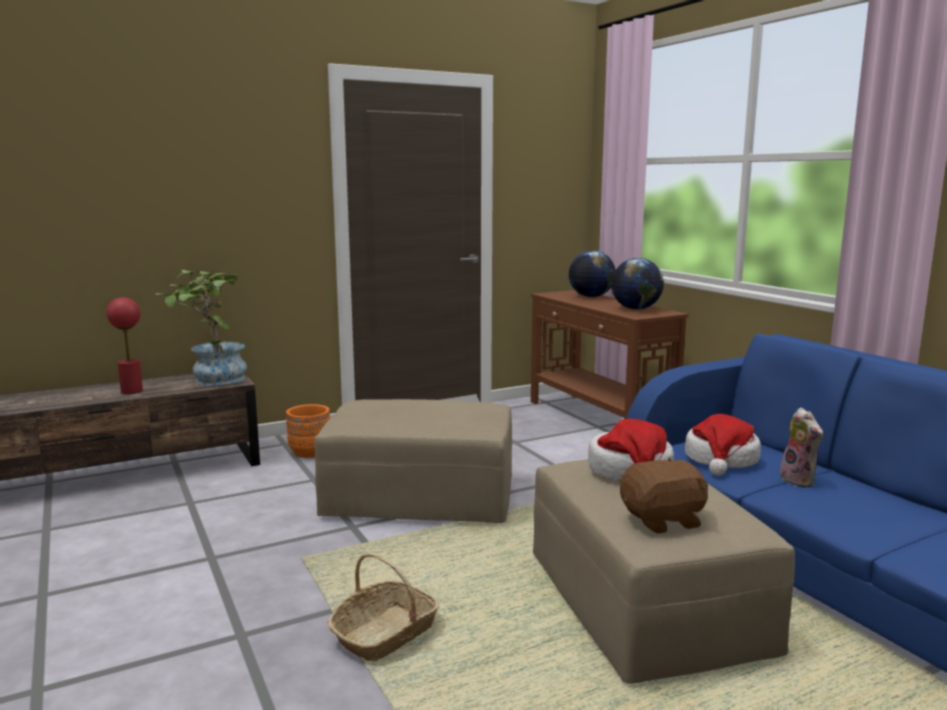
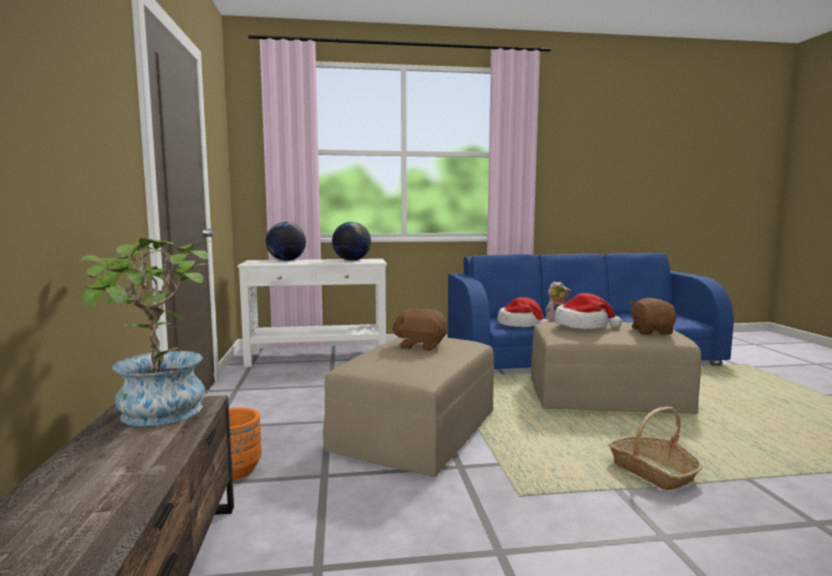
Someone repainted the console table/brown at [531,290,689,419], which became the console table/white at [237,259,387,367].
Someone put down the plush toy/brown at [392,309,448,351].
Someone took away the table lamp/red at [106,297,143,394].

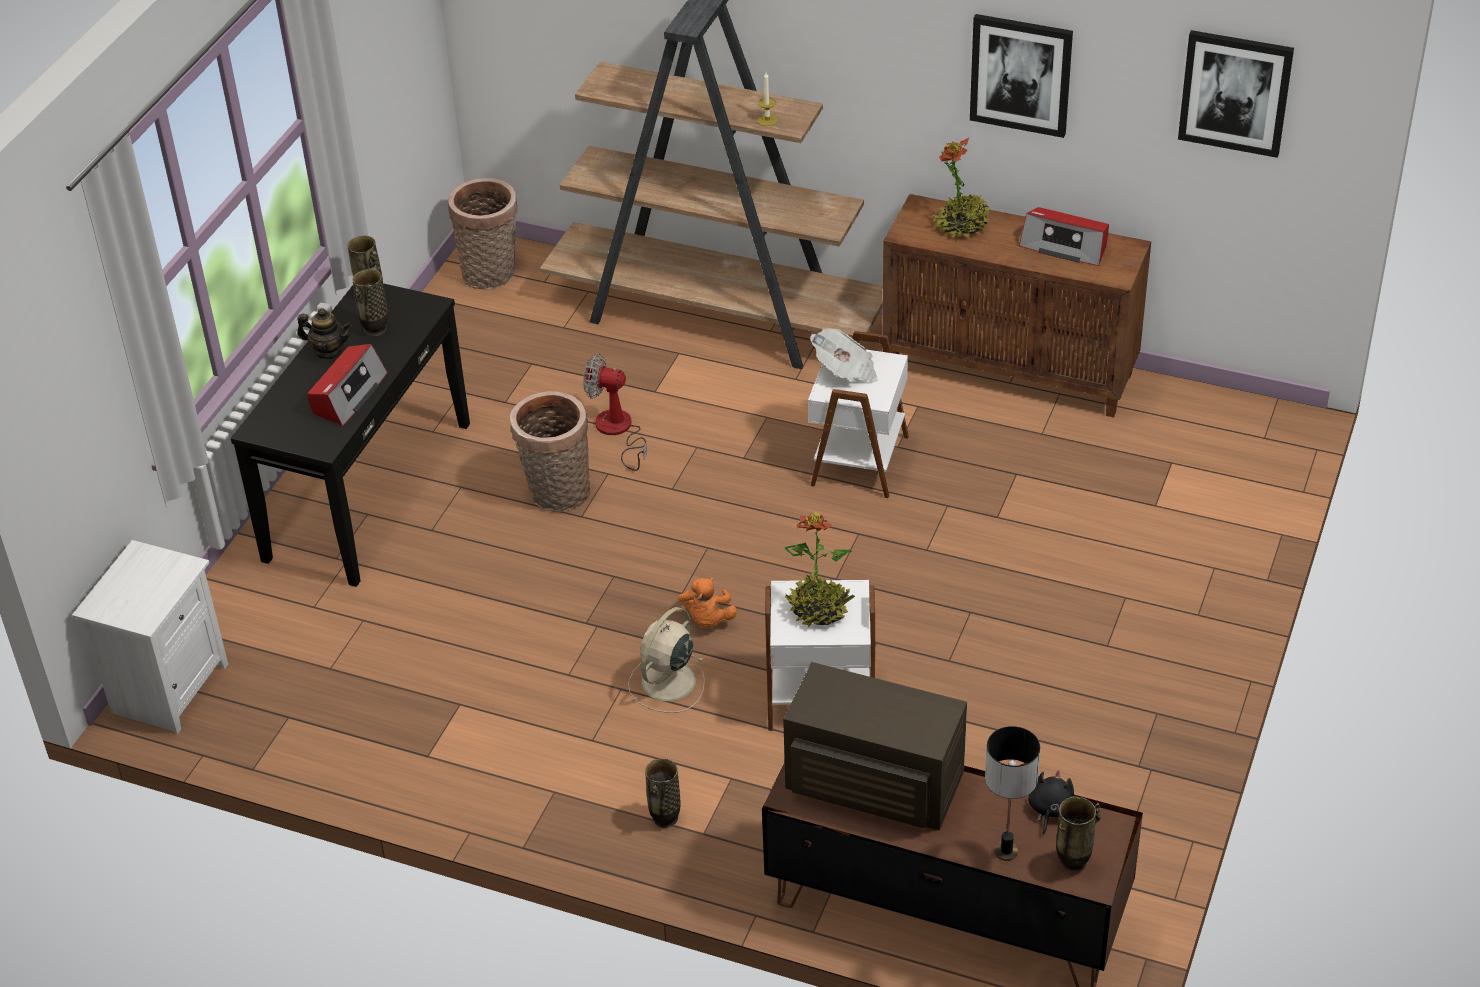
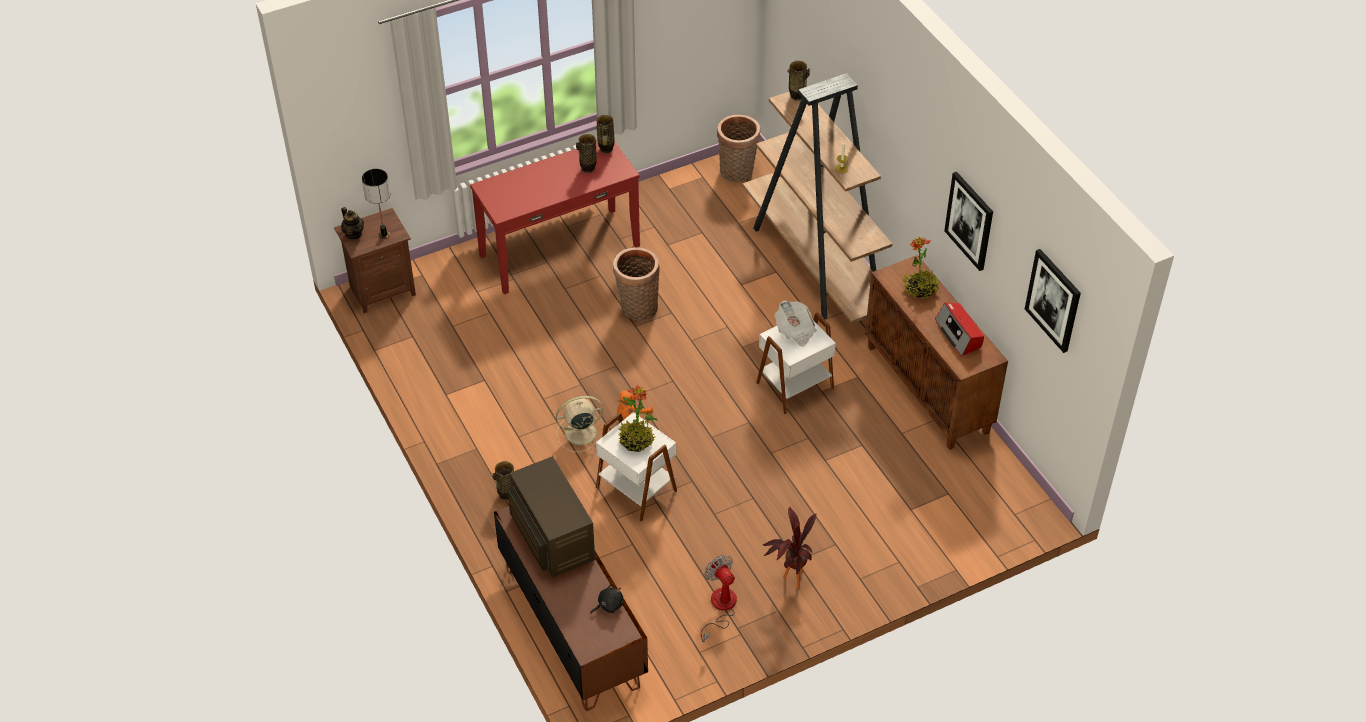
Someone repainted the nightstand/white at [72,540,228,734], which became the nightstand/brown at [334,208,416,313].
Someone carried the teapot from [297,308,352,359] to [341,207,364,239].
Someone carried the table lamp from [985,726,1040,861] to [362,169,390,239].
Someone repainted the console table/black at [231,283,470,587], which became the console table/red at [470,141,640,294].
Someone carried the fan from [583,354,647,471] to [701,555,737,642].
Someone put down the potted plant at [763,507,817,588].
Someone carried the vase from [1056,796,1101,871] to [787,61,810,101].
Someone took away the radio at [308,344,388,426].

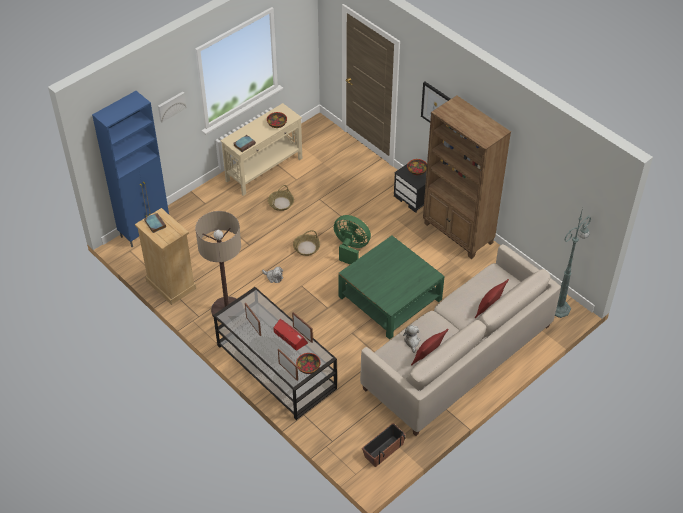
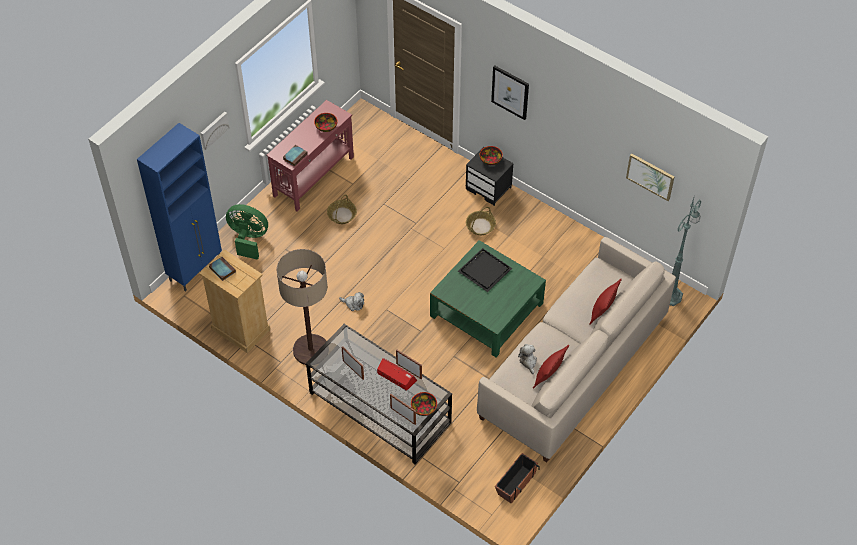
Someone carried the fan/green from [334,215,371,264] to [226,204,268,260].
Someone repainted the console table/beige at [220,103,302,196], which became the console table/red at [266,100,354,211].
Someone put down the tray/black at [458,248,512,292].
Someone carried the basket from [293,230,320,256] to [466,207,496,235].
Someone put up the picture at [626,153,674,201].
Someone took away the bookcase/brown at [423,95,511,259].

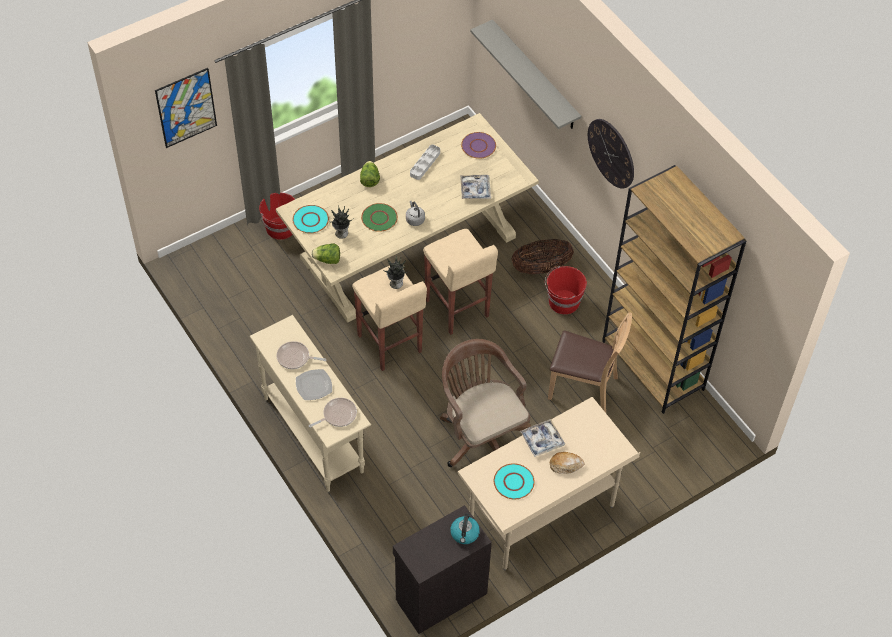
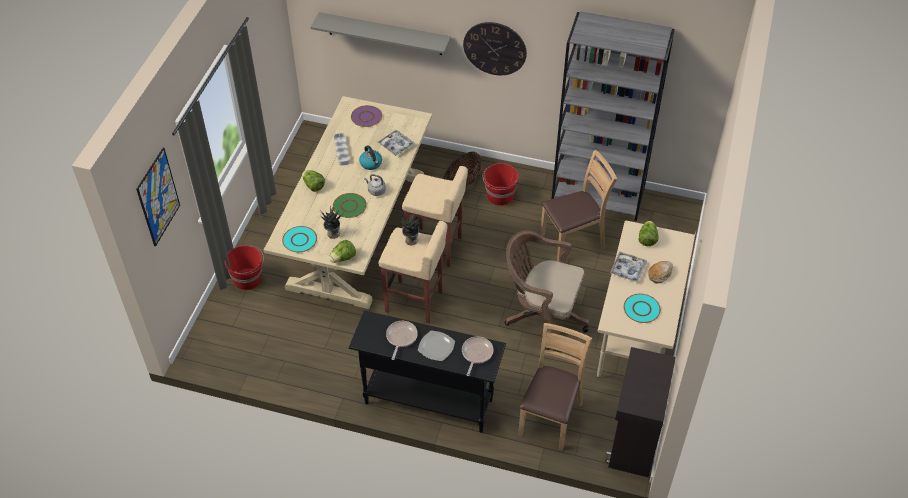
Someone repainted the console table/beige at [250,315,371,492], which became the console table/black at [349,310,506,433].
Someone carried the kettle from [450,514,480,544] to [359,145,382,170].
Someone rotated the frying pan at [277,341,326,369] by 135 degrees clockwise.
Someone put down the chair/brown at [518,323,592,450].
Someone repainted the bookcase/brown at [602,165,746,414], which became the bookcase/grey at [551,11,675,221].
Someone put down the lettuce at [639,221,659,246].

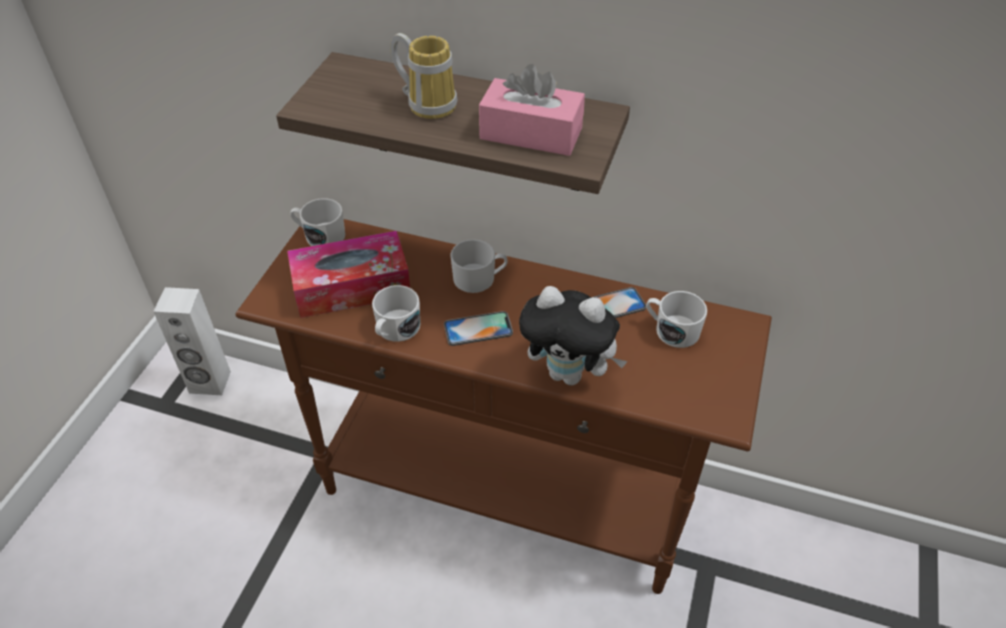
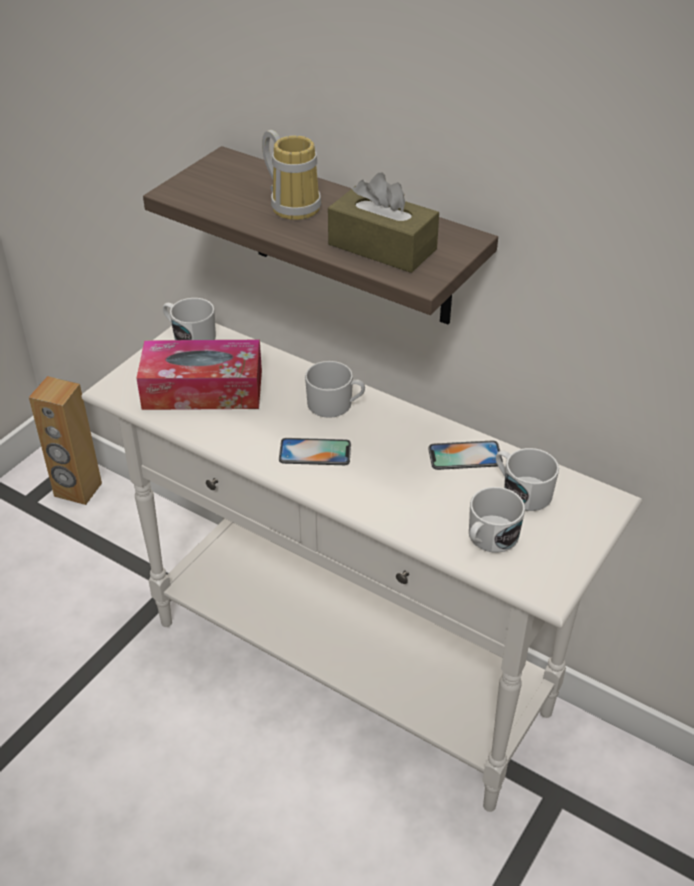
Someone repainted the speaker/white at [153,287,231,395], which became the speaker/brown at [29,376,102,505].
Someone repainted the console table/brown at [235,219,772,594], which became the console table/white at [81,323,642,812].
Someone repainted the tissue box/pink at [479,64,585,156], which became the tissue box/brown at [328,173,439,273].
Someone carried the mug/white from [372,285,420,342] to [469,487,525,553].
Someone took away the plush toy at [519,286,628,385].

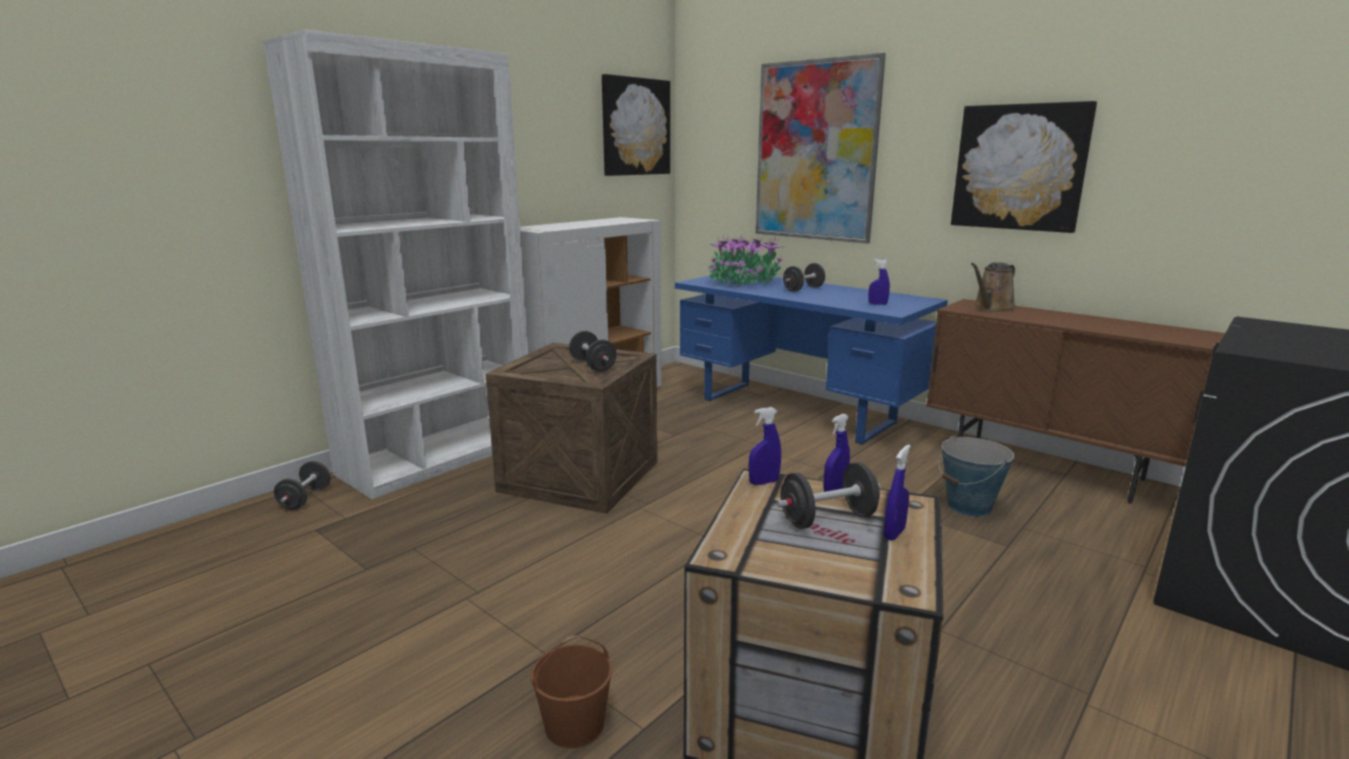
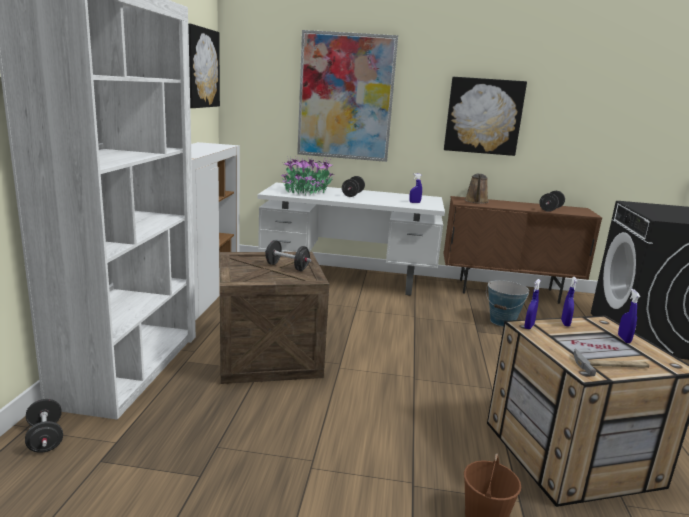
Someone repainted the desk/blue at [675,275,948,445], which became the desk/white at [258,182,445,296].
Someone carried the dumbbell/black from [777,462,881,529] to [539,191,565,212].
Someone put down the hammer at [573,349,649,376].

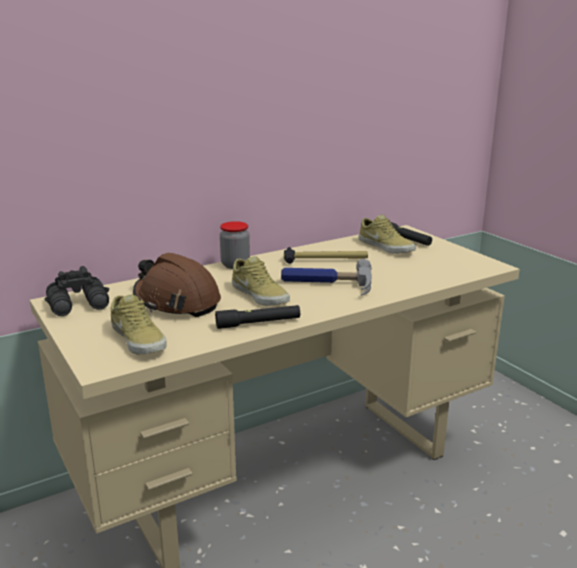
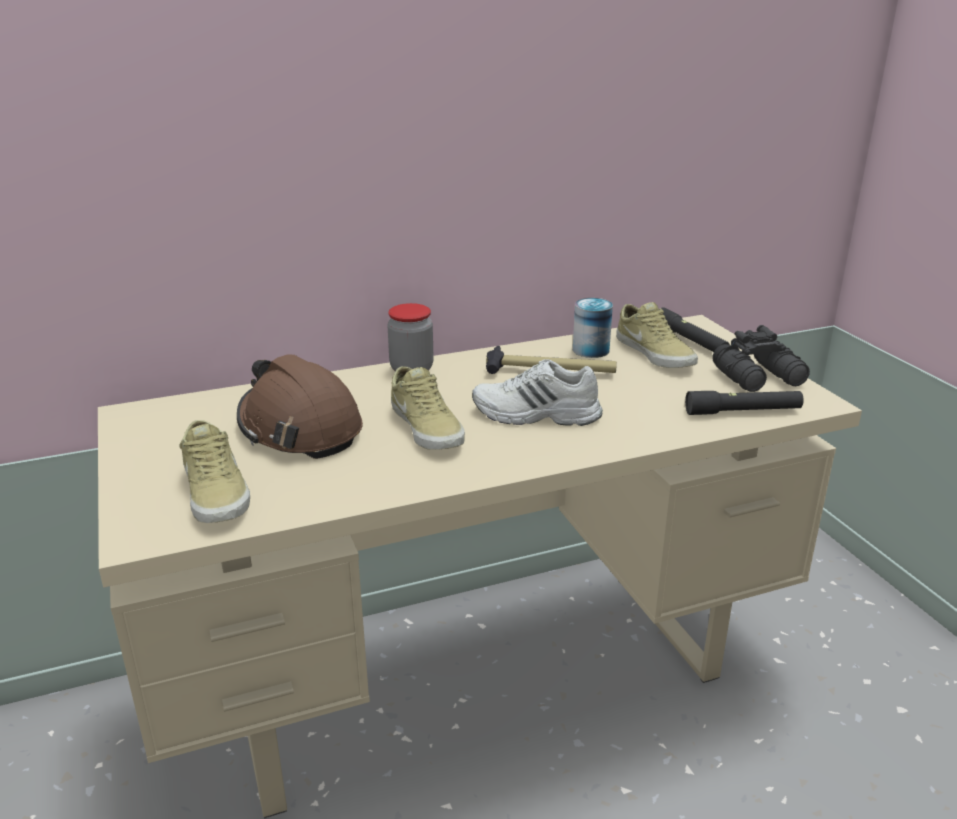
Someone swapped the hammer at [281,259,372,296] for the shoe/white at [472,359,603,426].
Someone put down the can at [573,298,613,358].
Someone carried the flashlight/black from [215,305,300,329] to [685,391,804,415].
Someone carried the binoculars/black from [45,266,109,316] to [712,325,810,392].

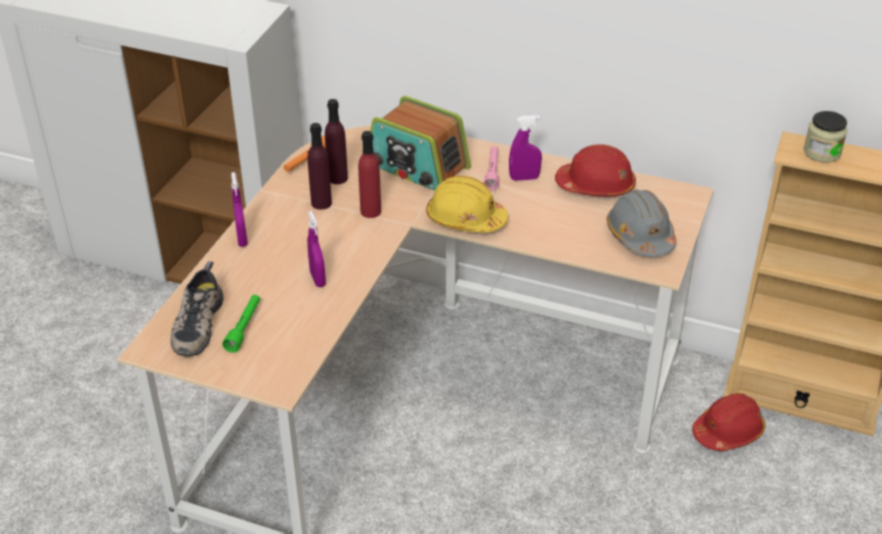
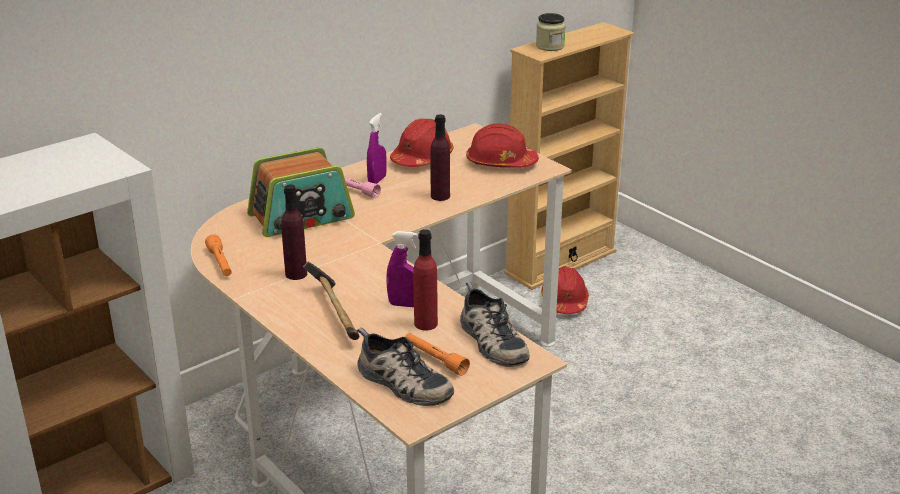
Someone put down the hammer at [303,262,359,340].
Someone repainted the flashlight/green at [222,295,260,353], which became the flashlight/orange at [405,333,470,376].
Someone carried the bottle/red from [358,131,381,218] to [413,229,438,331].
Someone carried the bottle/purple from [325,99,348,184] to [430,114,450,201].
Someone put down the shoe at [460,282,530,367].
Someone repainted the hard hat/grey at [607,190,677,257], which became the hard hat/red at [466,123,539,167].
Someone took away the spray bottle/purple at [231,172,248,247].
Someone took away the hard hat/yellow at [426,176,508,233].

